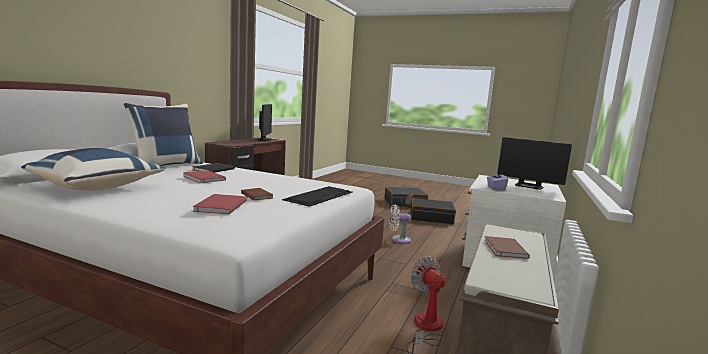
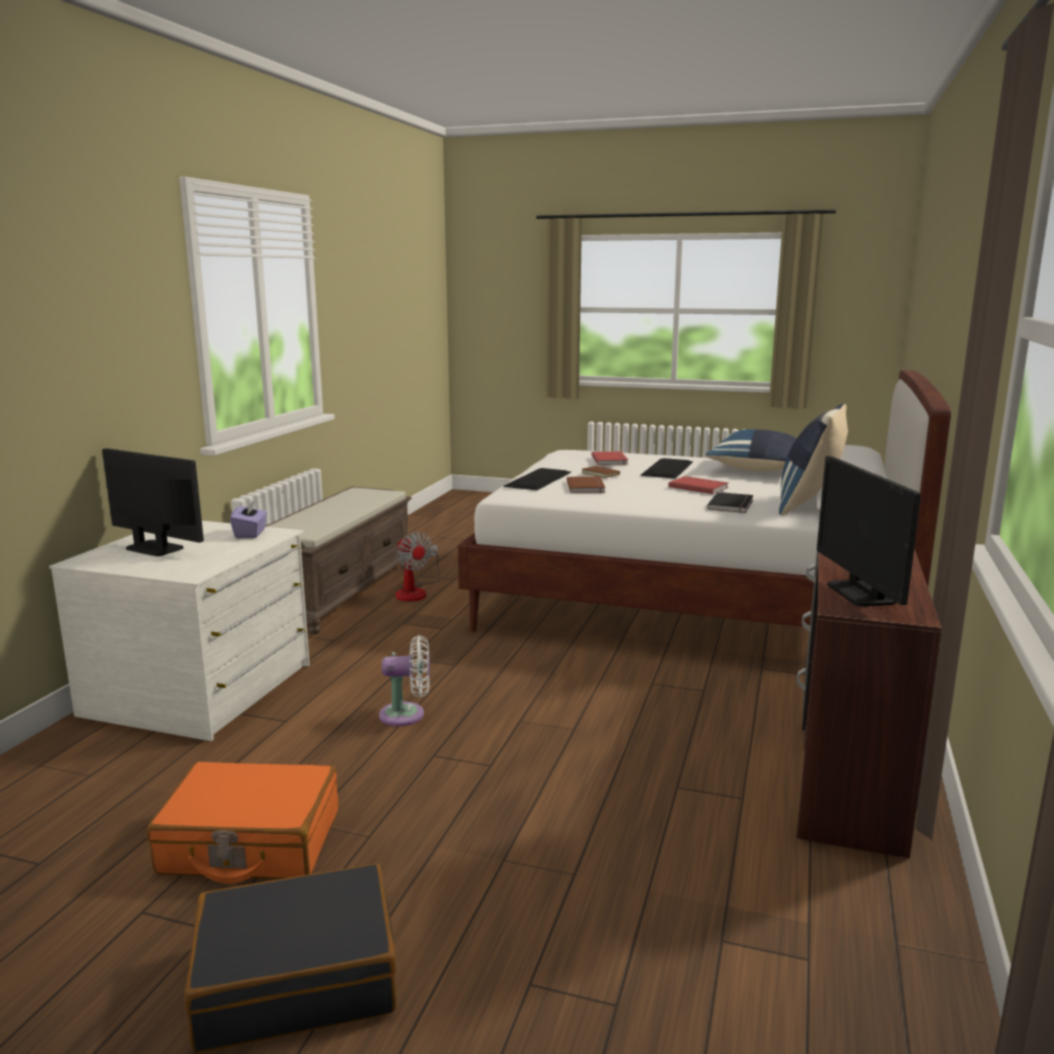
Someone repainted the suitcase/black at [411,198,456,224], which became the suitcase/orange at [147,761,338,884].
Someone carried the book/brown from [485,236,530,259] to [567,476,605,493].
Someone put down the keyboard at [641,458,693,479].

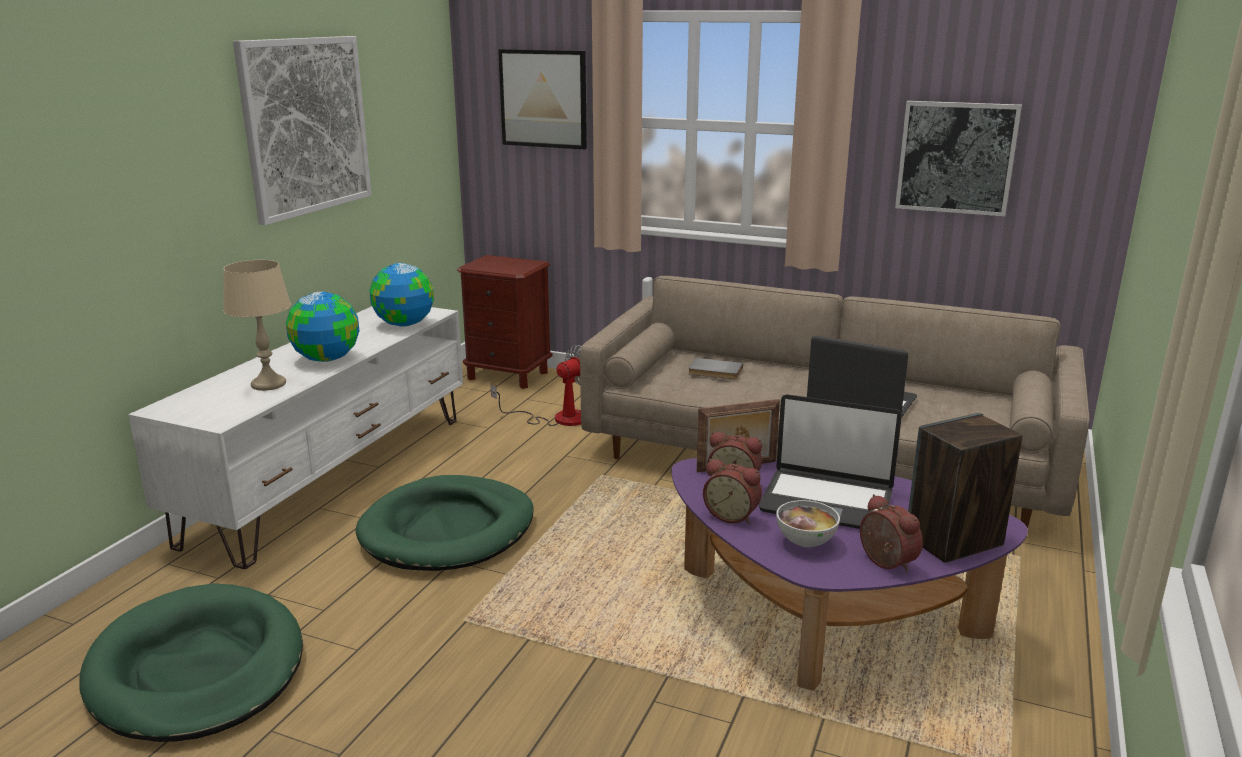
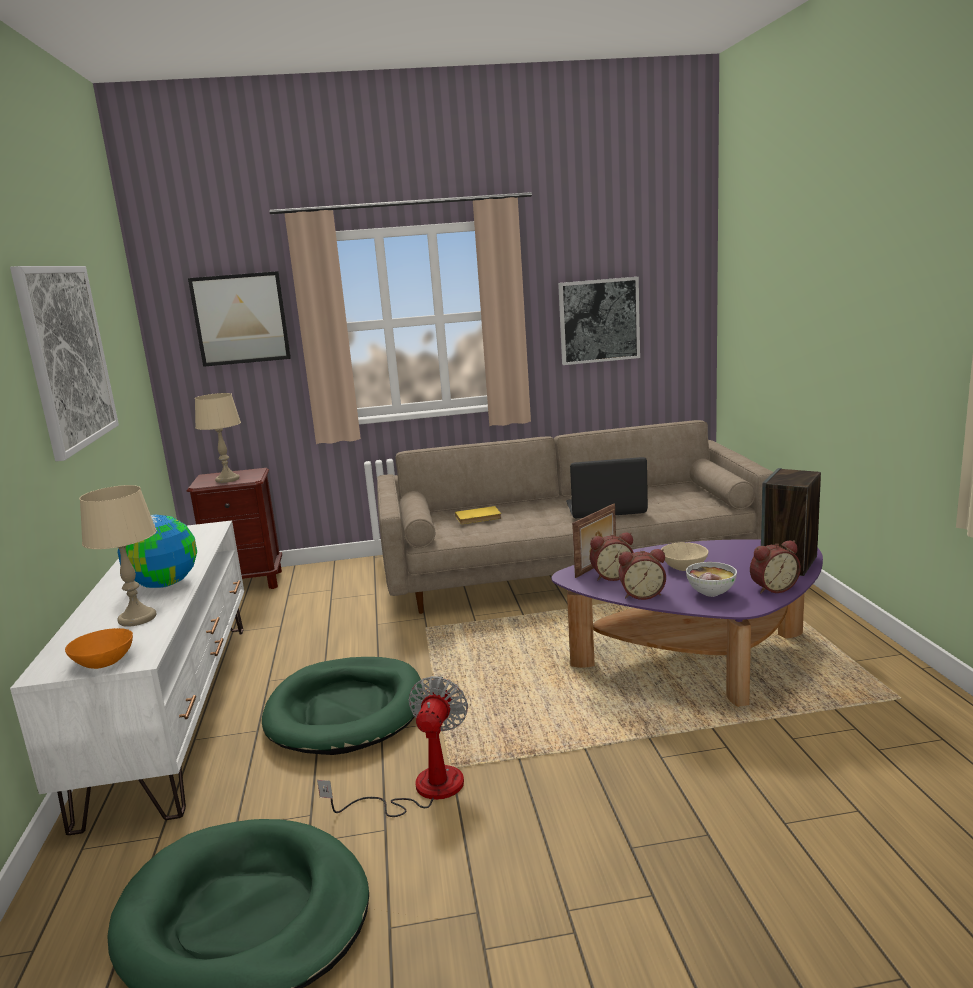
Someone put down the bowl/orange at [65,628,133,669].
Someone put down the table lamp/beige at [195,393,241,483].
Someone carried the fan from [491,345,582,426] to [317,676,468,817].
Someone repainted the book/grey at [688,358,743,379], which became the book/yellow at [455,506,501,524].
Someone swapped the laptop at [759,394,902,529] for the bowl/beige at [661,542,708,571].
Someone rotated the alarm clock at [860,494,923,572] by 135 degrees clockwise.
Someone took away the globe at [369,263,434,327].

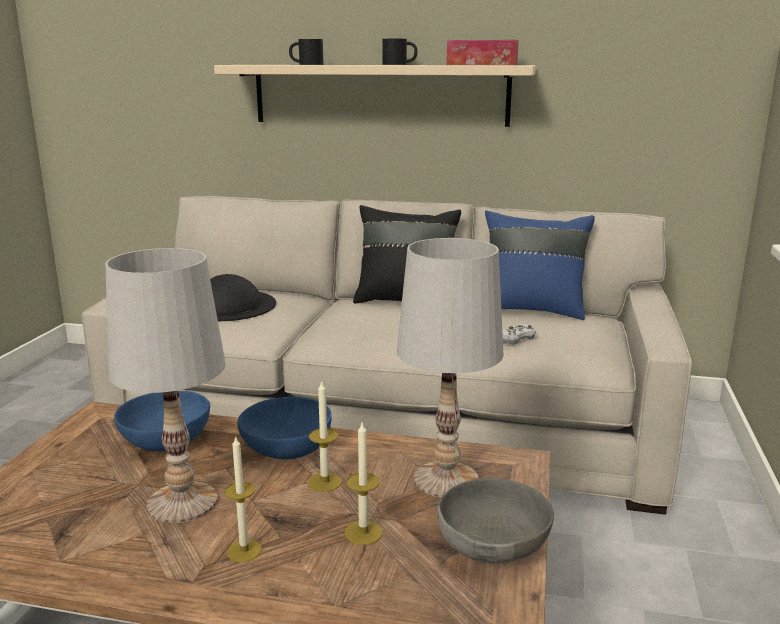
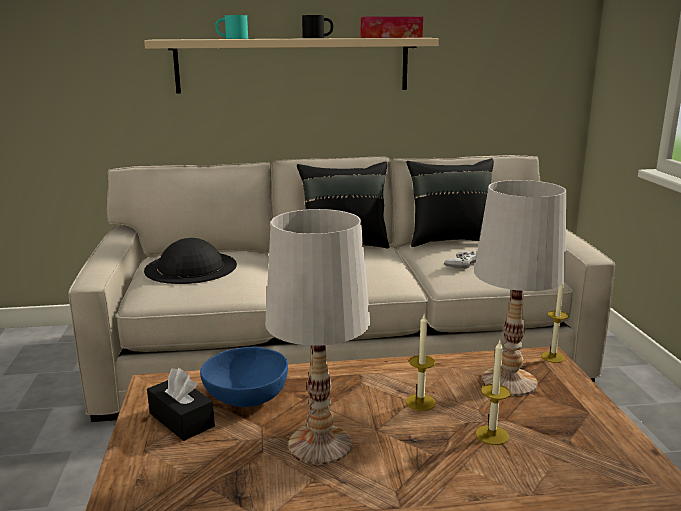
Someone put down the tissue box/black at [147,368,215,441].
Someone repainted the mug/black at [289,39,323,65], which became the mug/turquoise at [215,15,248,39].
Someone repainted the pillow/blue at [485,211,595,320], which became the pillow/black at [406,158,494,247].
Someone carried the candle from [224,435,262,562] to [541,283,568,363].
Someone took away the bowl/blue at [237,396,332,460].
Someone took away the bowl/grey at [437,478,554,564].

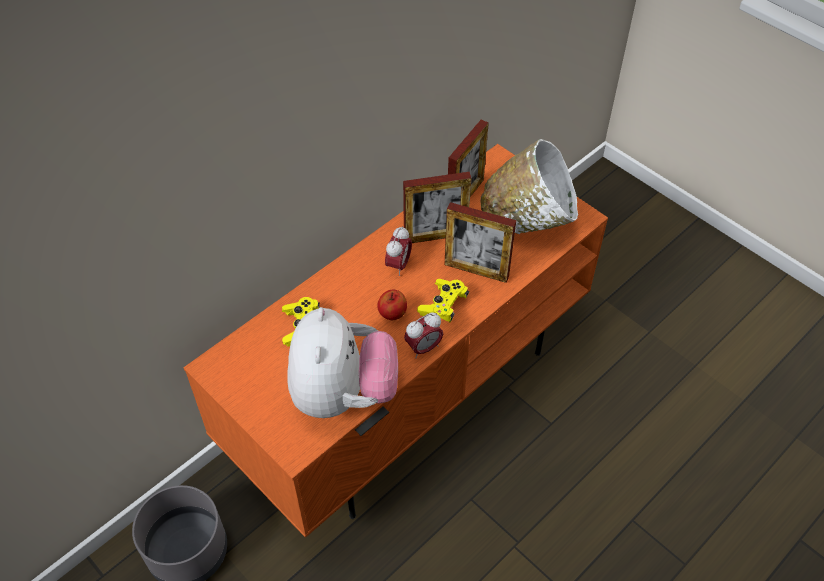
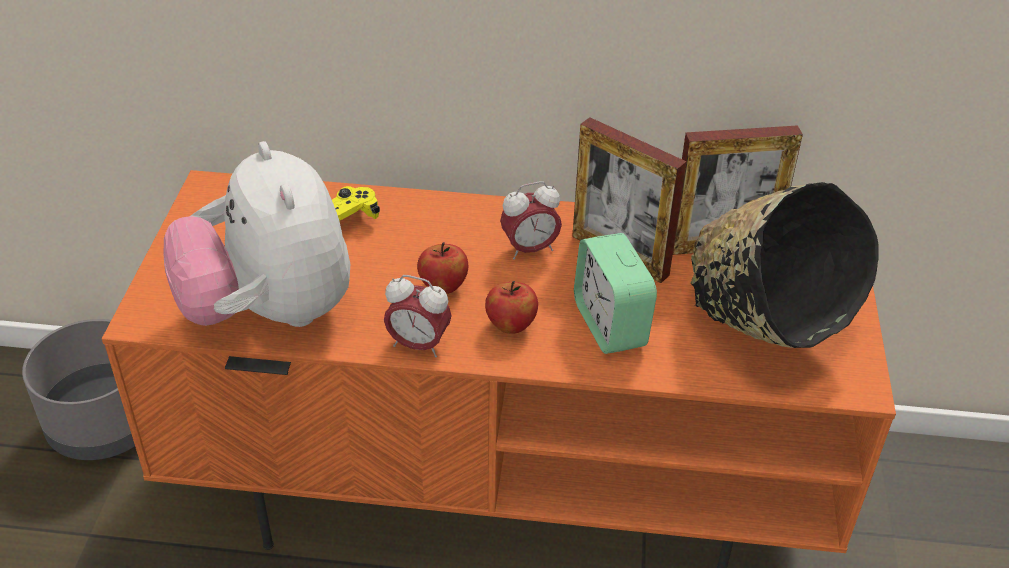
Someone rotated the plush toy at [288,307,398,418] by 105 degrees clockwise.
Someone swapped the game controller/yellow at [417,279,469,322] for the apple at [485,281,538,334].
Someone swapped the picture frame at [444,202,516,283] for the alarm clock at [574,233,657,354].
Someone repainted the bowl/white at [480,139,578,234], which became the bowl/black at [691,182,879,348].

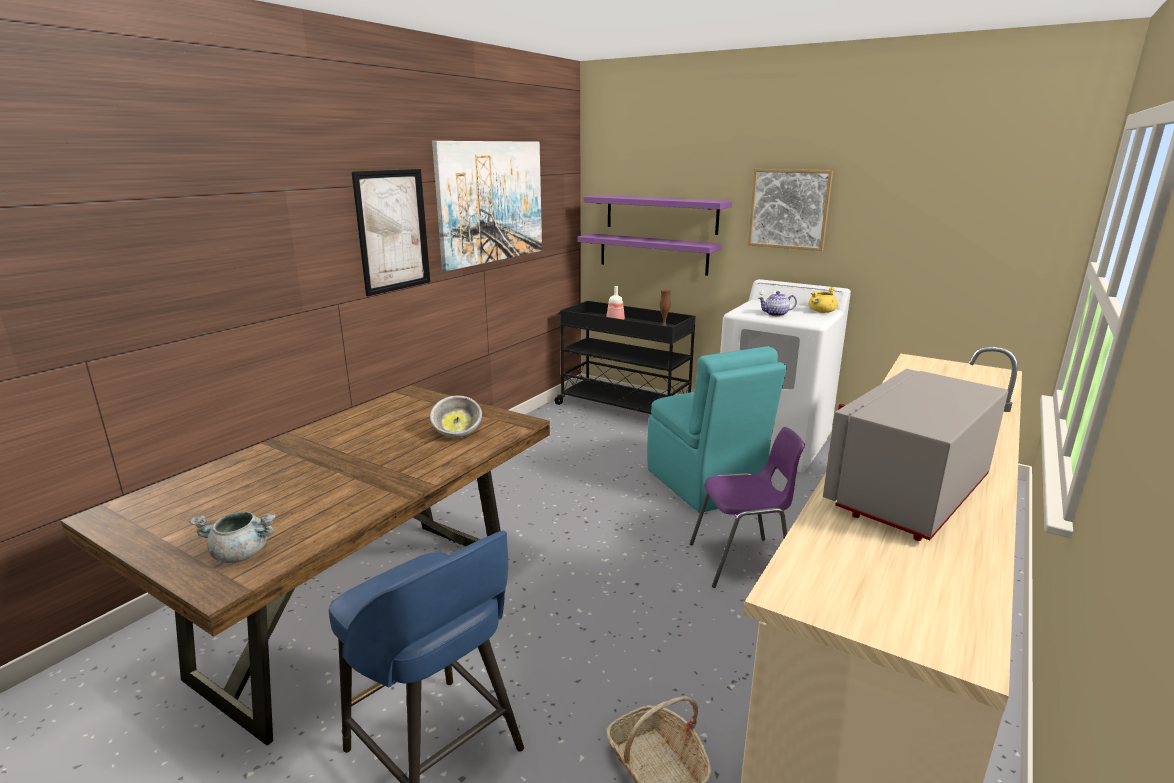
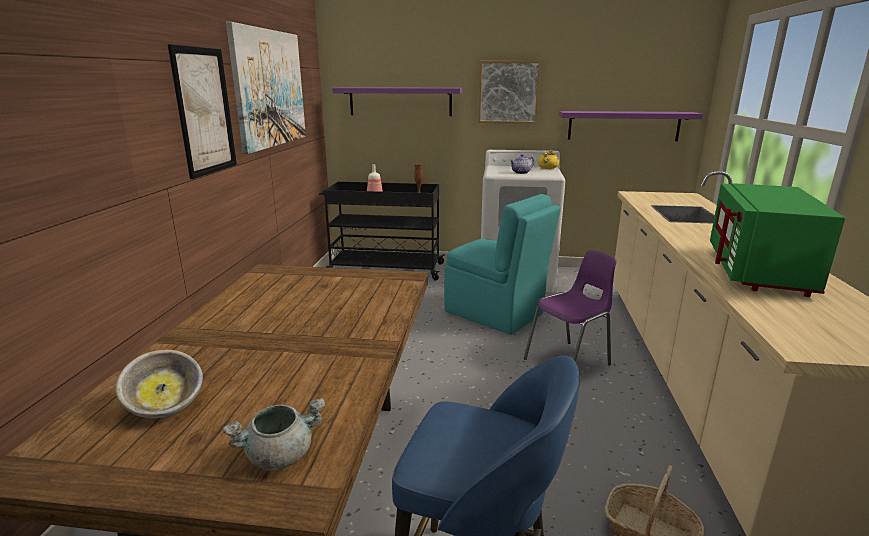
Someone carried the bowl from [430,395,482,438] to [116,350,203,418].
Someone carried the shelf/purple from [577,234,722,276] to [559,111,703,141].
Someone repainted the microwave/grey at [823,369,1008,541], which became the microwave/green at [710,183,845,297].

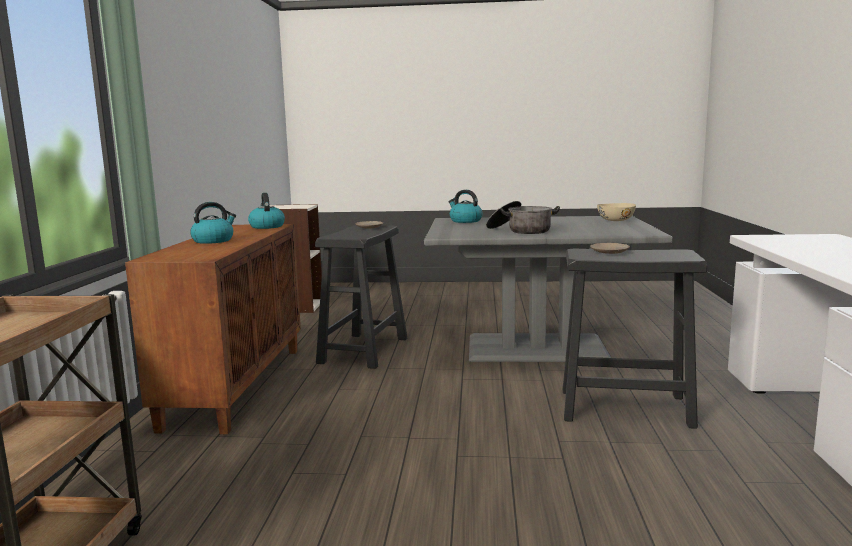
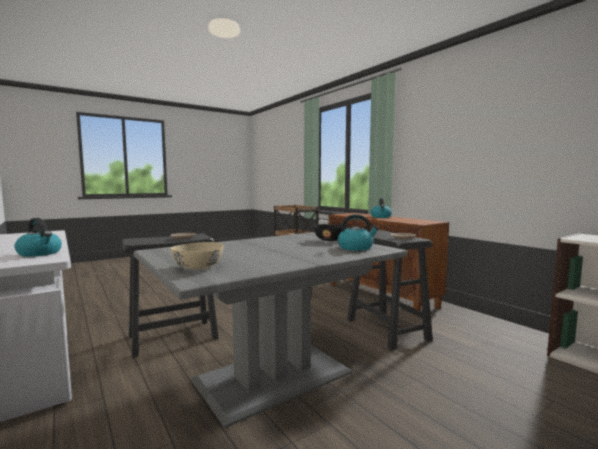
Someone carried the kettle from [248,193,285,229] to [14,218,62,257].
Someone put down the bowl/black at [313,224,348,241].
Someone took away the cooking pot at [486,201,560,234].

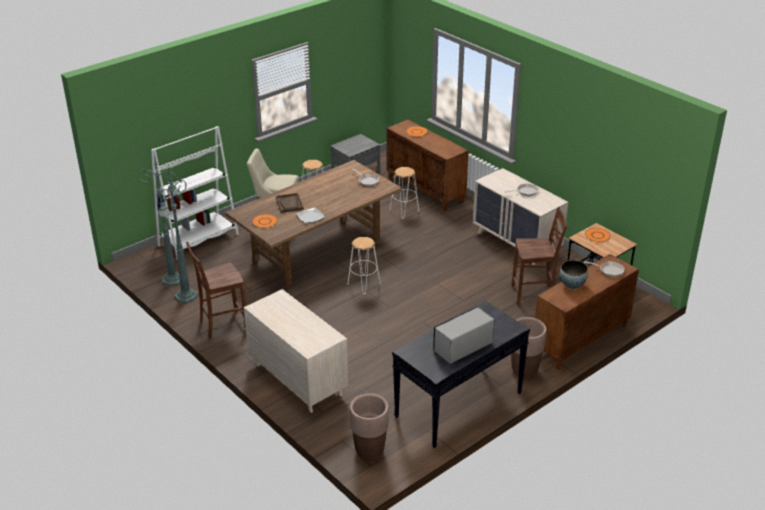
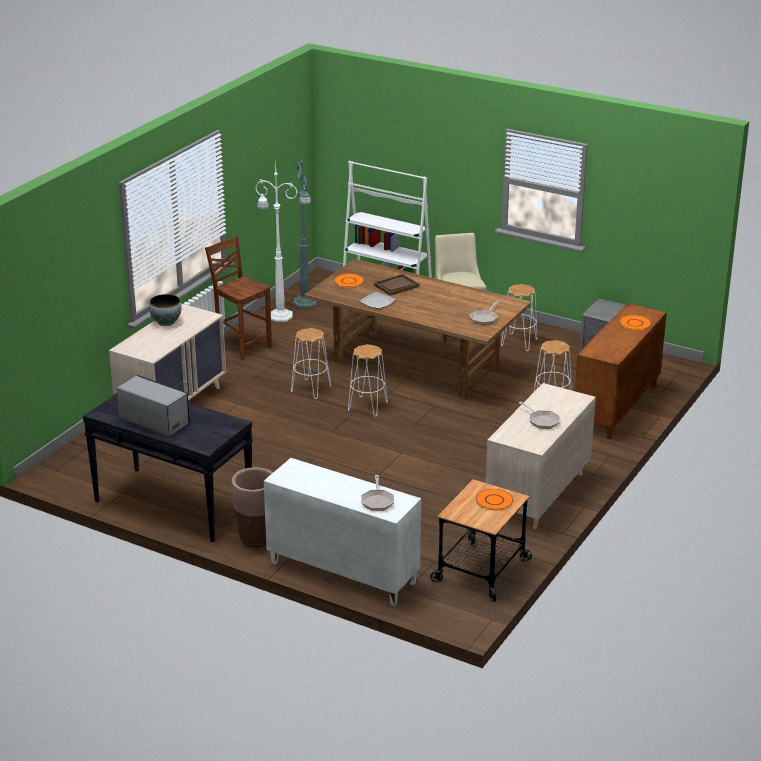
Someone carried the bowl from [560,260,588,290] to [149,294,182,326].
Someone repainted the floor lamp/green at [157,167,198,303], which became the floor lamp/white at [255,160,298,322].
Someone repainted the cabinet/brown at [535,254,639,370], which became the cabinet/white at [264,458,421,606].
Someone put down the stool/white at [291,328,331,399].
Someone took away the planter/brown at [350,393,389,460].
Someone took away the chair/brown at [512,207,567,305].

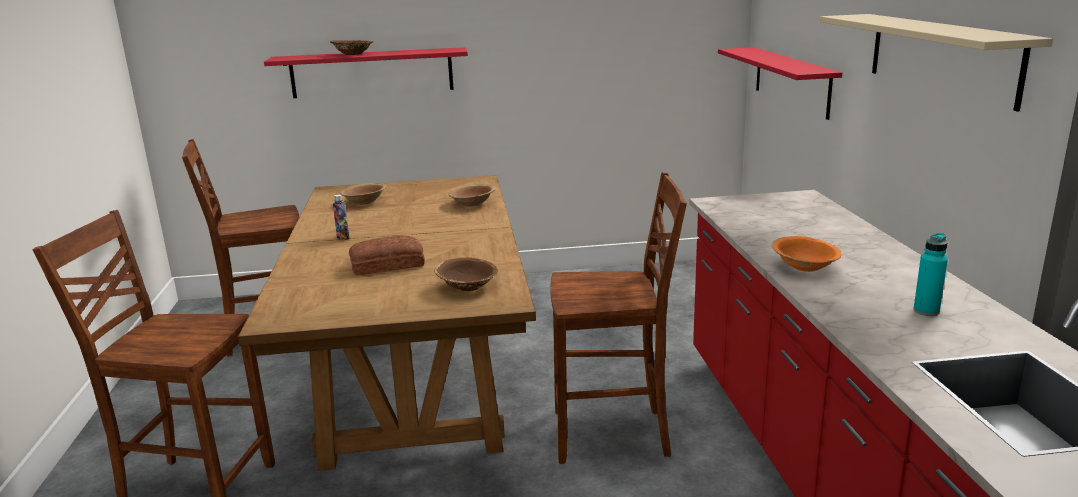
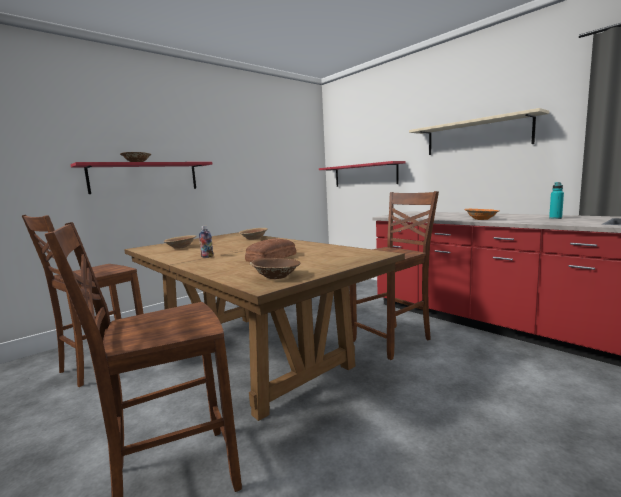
Someone carried the bowl/brown from [434,257,498,291] to [249,258,300,279].

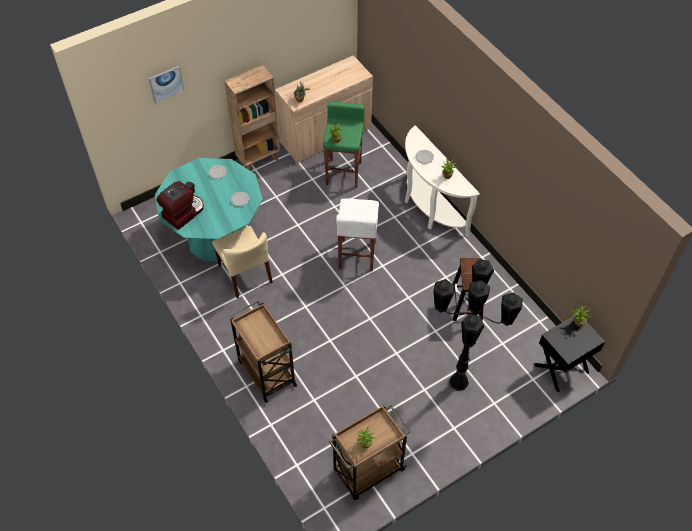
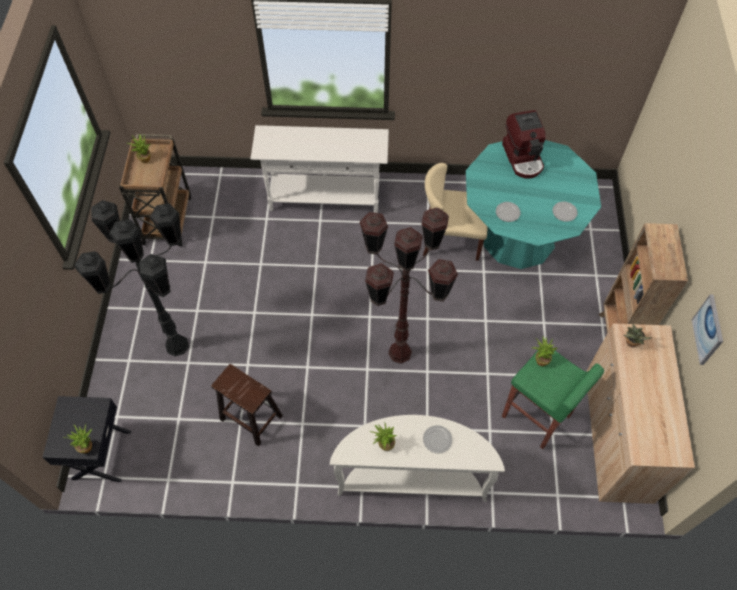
Someone swapped the cart/brown at [230,301,297,403] for the console table/white at [251,125,389,213].
Someone swapped the stool/white at [336,198,379,271] for the floor lamp/brown at [360,207,458,364].
Someone carried the picture from [149,66,185,104] to [692,295,723,365].

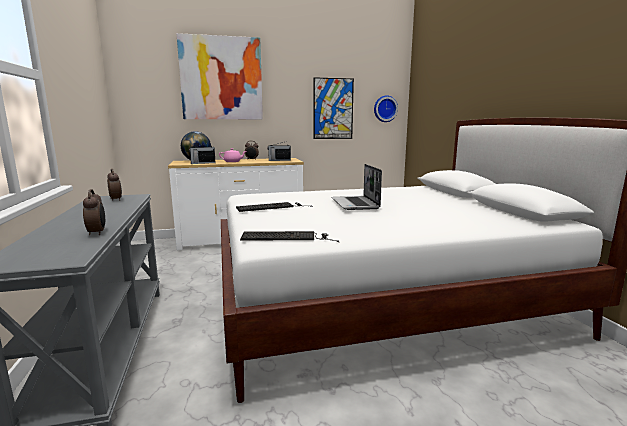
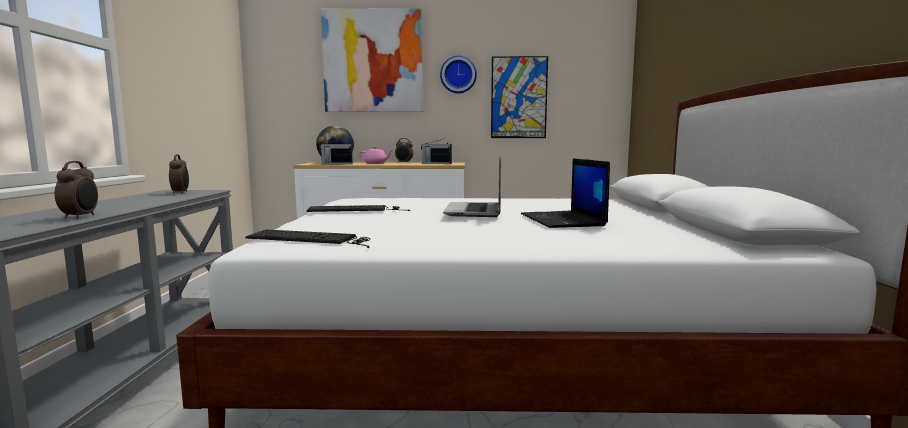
Someone carried the wall clock from [374,95,398,122] to [440,56,477,93].
Someone put down the laptop at [521,158,610,228].

